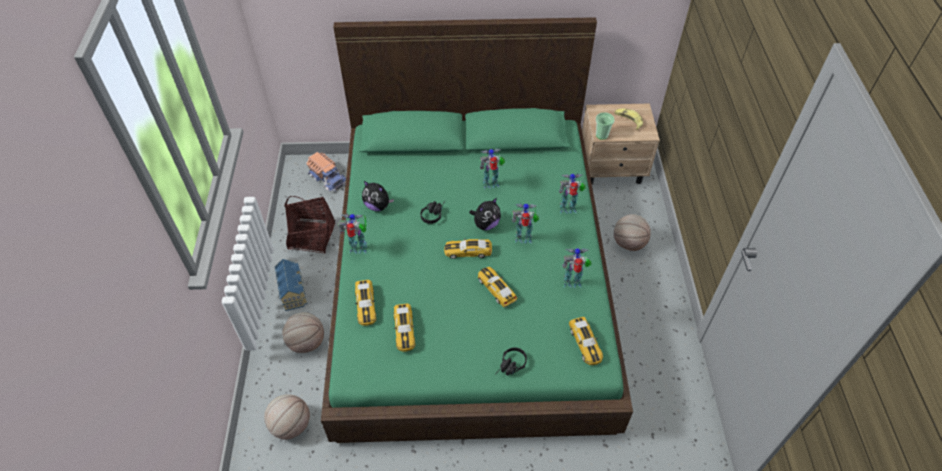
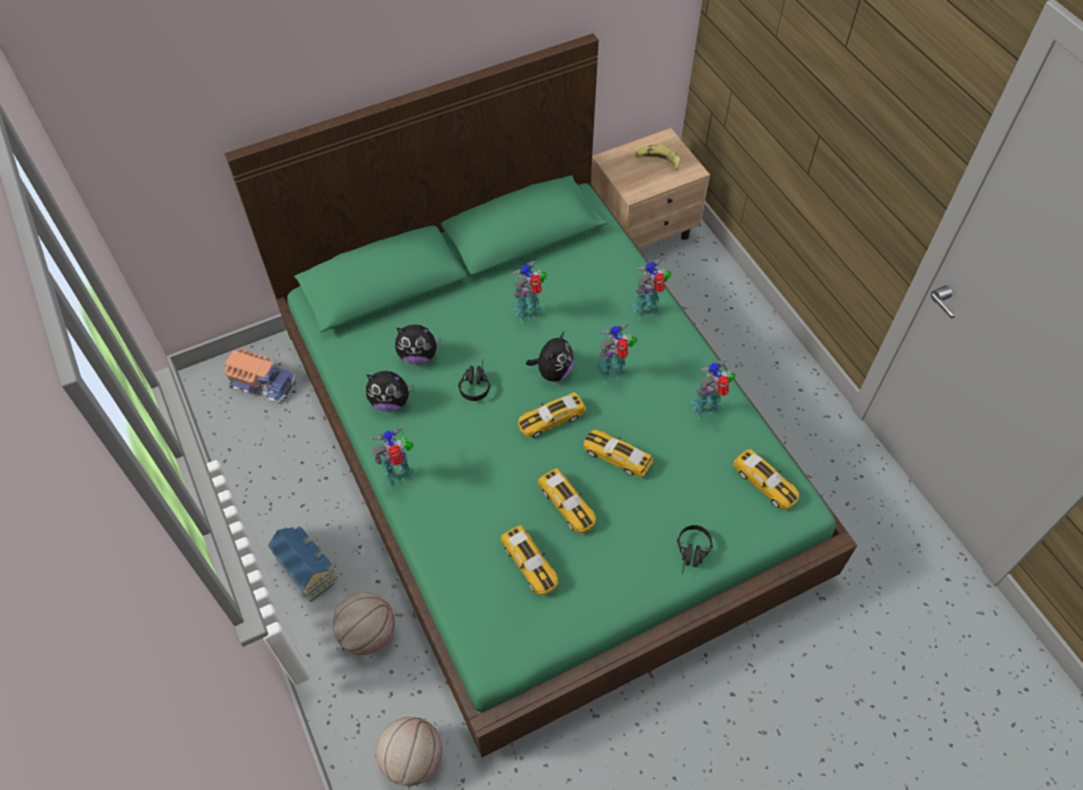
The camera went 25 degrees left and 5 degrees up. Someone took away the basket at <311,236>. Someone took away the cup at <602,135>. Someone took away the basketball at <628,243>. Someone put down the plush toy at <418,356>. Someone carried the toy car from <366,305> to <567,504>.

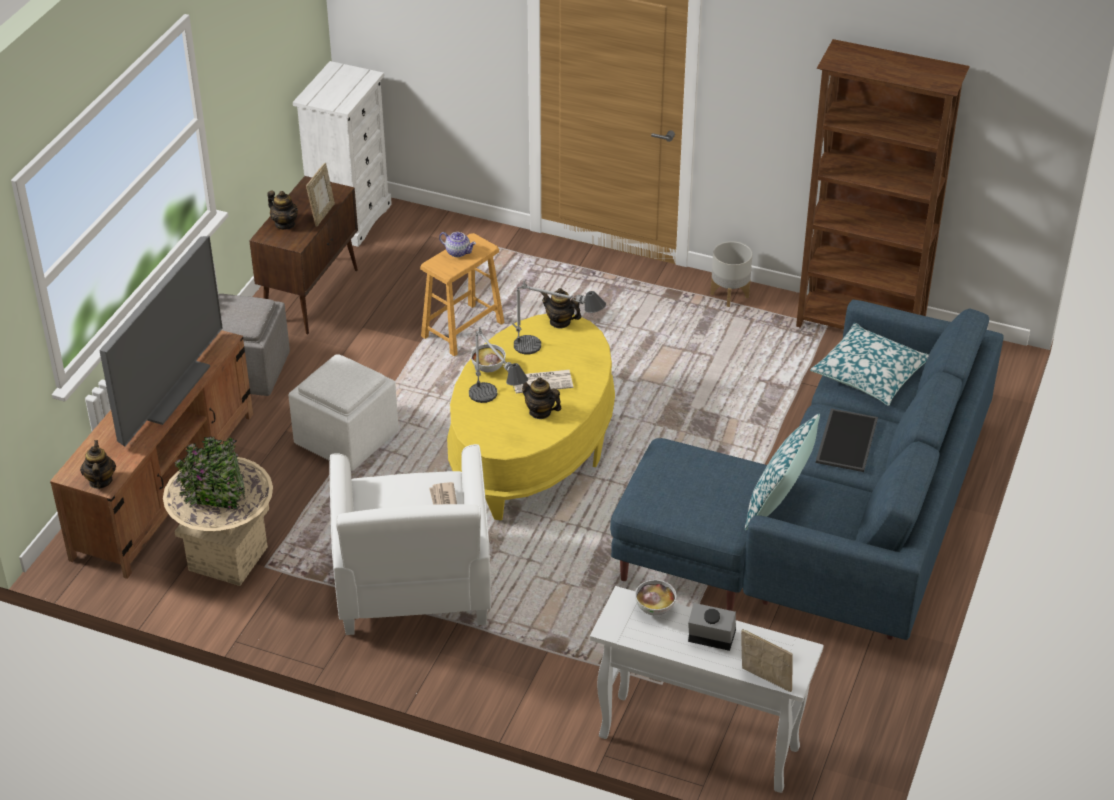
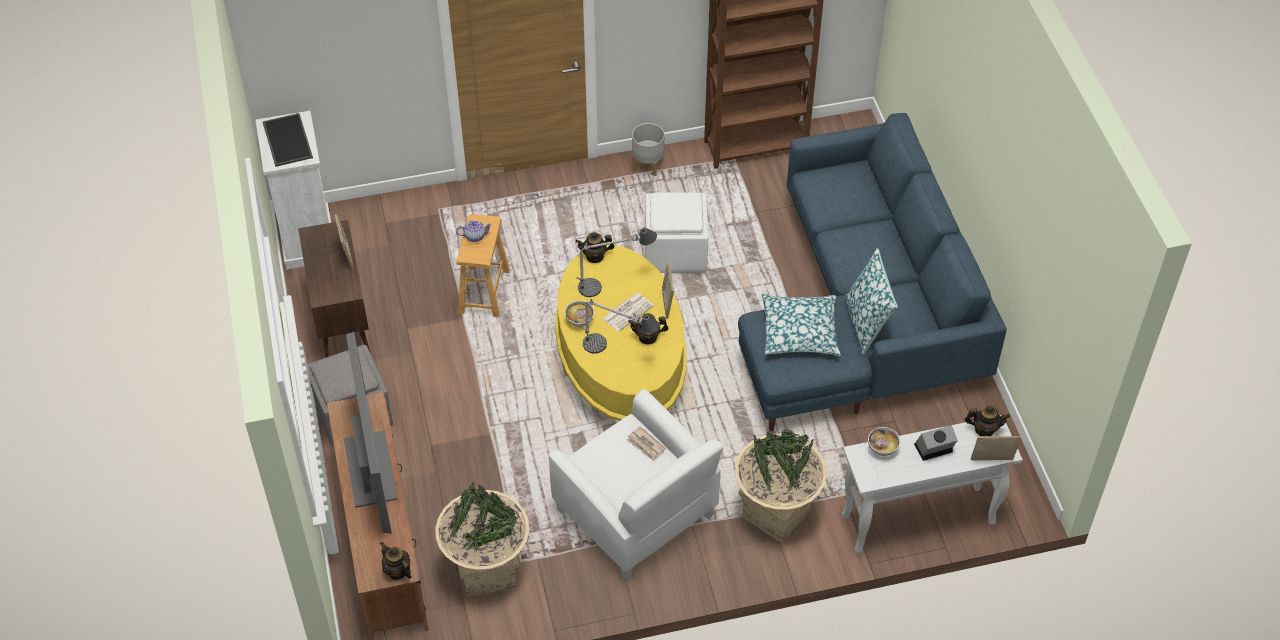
The camera went 35 degrees left and 10 degrees up. Someone put down the picture frame at <667,304>. Someone put down the planter (beige) at <776,514>. Someone carried the teapot from <285,224> to <984,429>. Someone carried the ottoman (white) from <347,438> to <676,251>. Someone carried the pillow from <869,374> to <799,332>. Someone carried the tray from <845,440> to <286,140>.

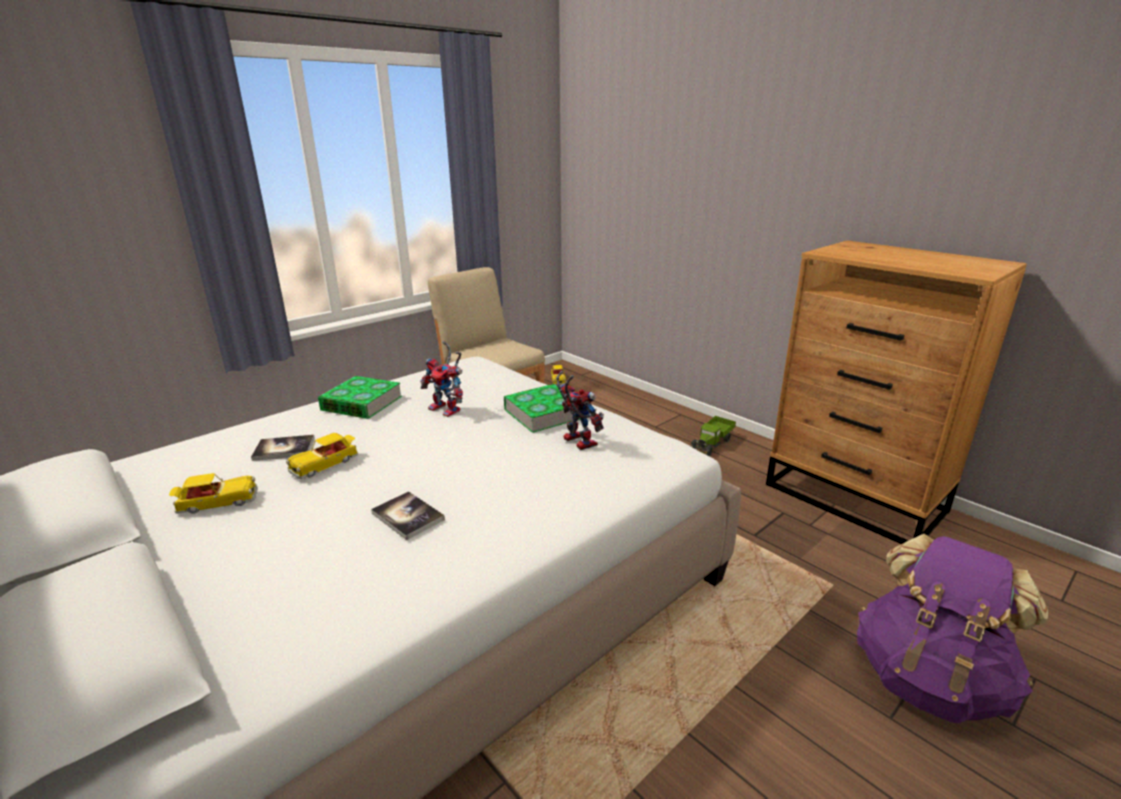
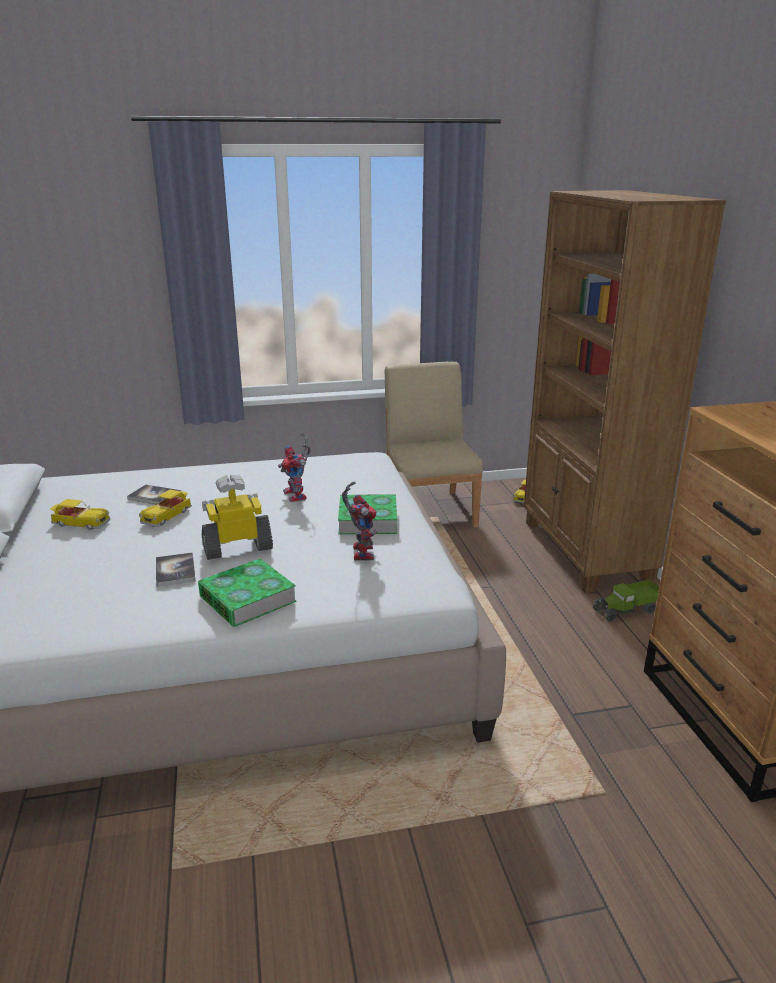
The camera went 30 degrees right and 0 degrees up. Someone took away the backpack (purple) at <929,679>. Someone put down the toy robot at <237,547>. Someone put down the bookcase (brown) at <585,552>. Someone carried the book from <362,403> to <247,599>. Someone rotated the toy car at <325,464> by 45 degrees counterclockwise.

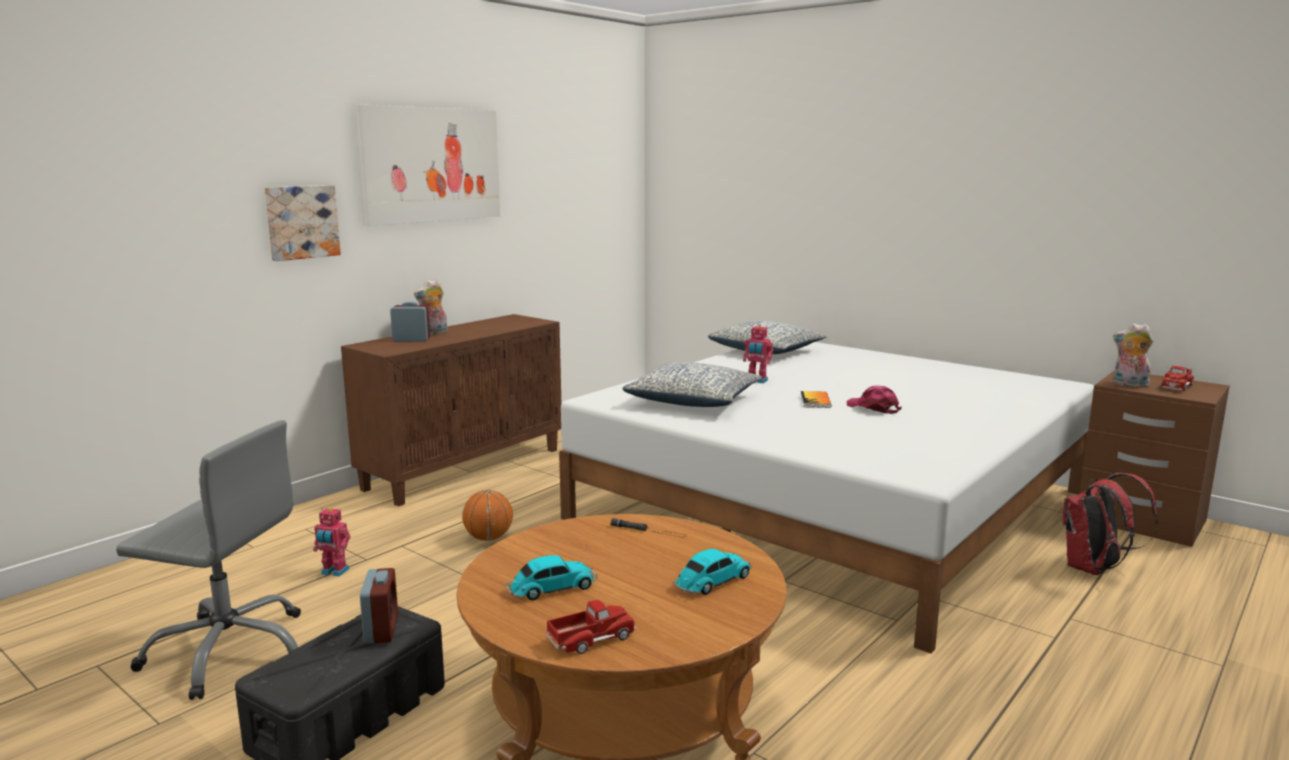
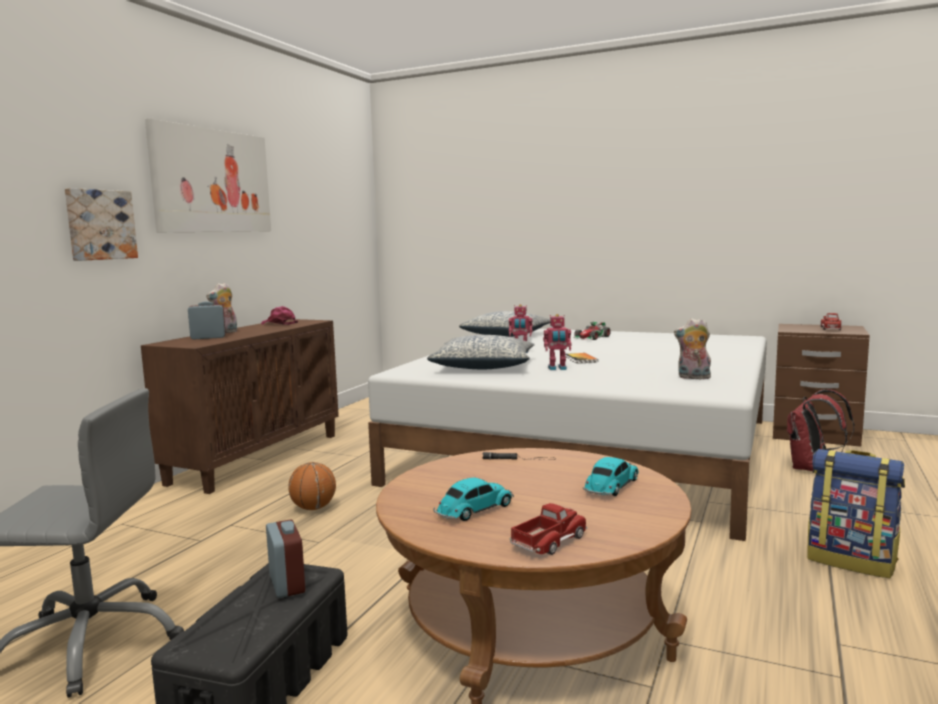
The camera went 15 degrees left and 5 degrees down. Someone put down the toy car at <591,337>. Someone put down the backpack at <852,560>. Someone carried the toy robot from <334,572> to <557,369>. Someone carried the cap (pink) from <873,408> to <279,323>. Someone carried the plush toy from <1129,385> to <693,378>.

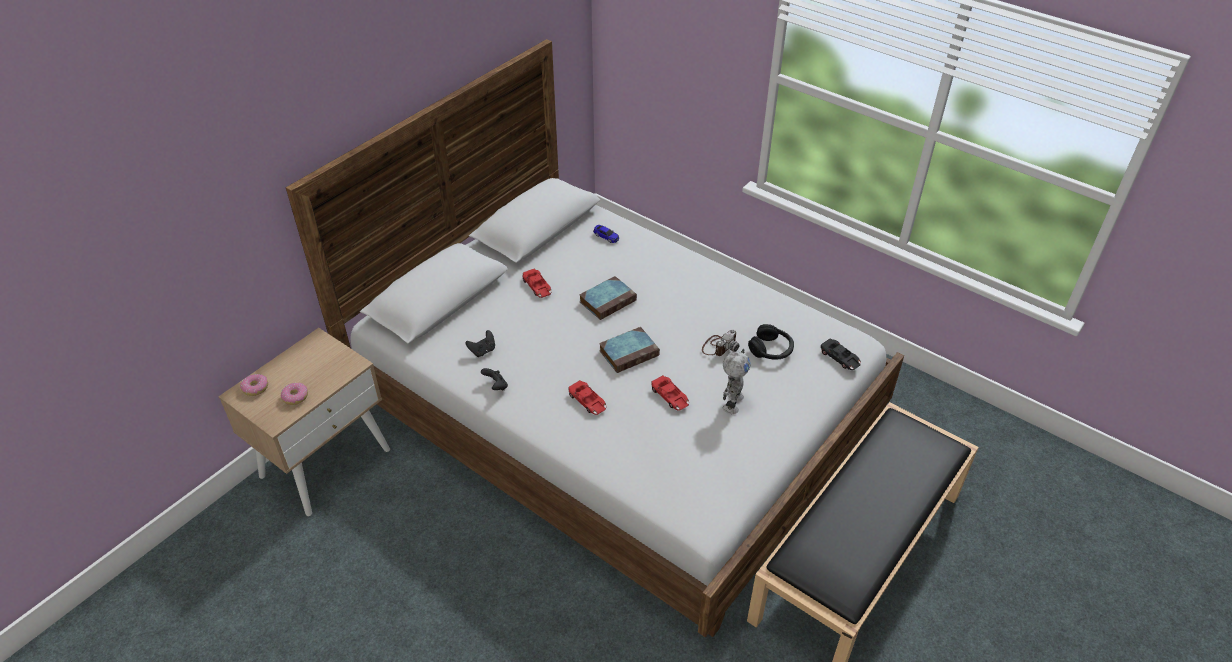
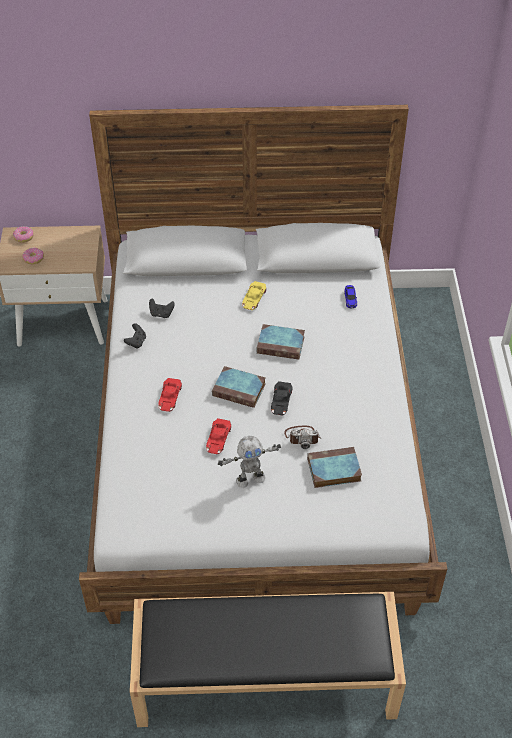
The camera went 50 degrees right and 5 degrees up. Someone carried the toy car (black) from <840,358> to <281,401>. Someone swapped the headphones (black) at <771,349> for the book at <333,470>. Someone repainted the toy car (red) at <537,286>, which became the toy car (yellow) at <253,298>.

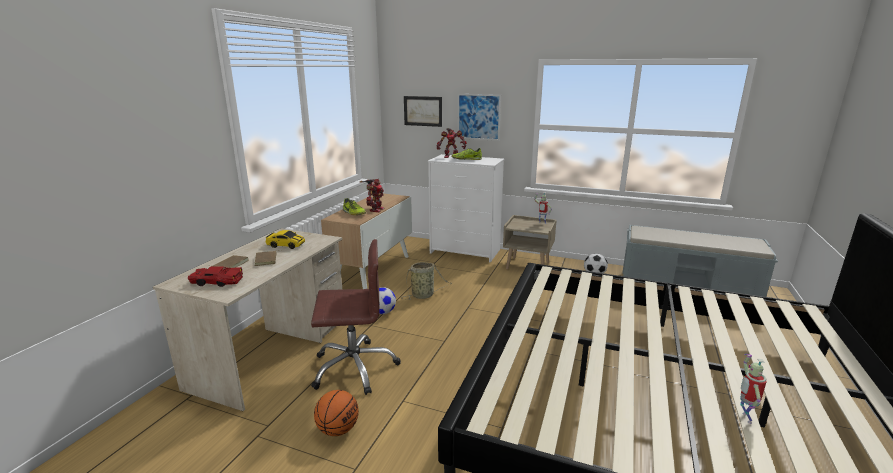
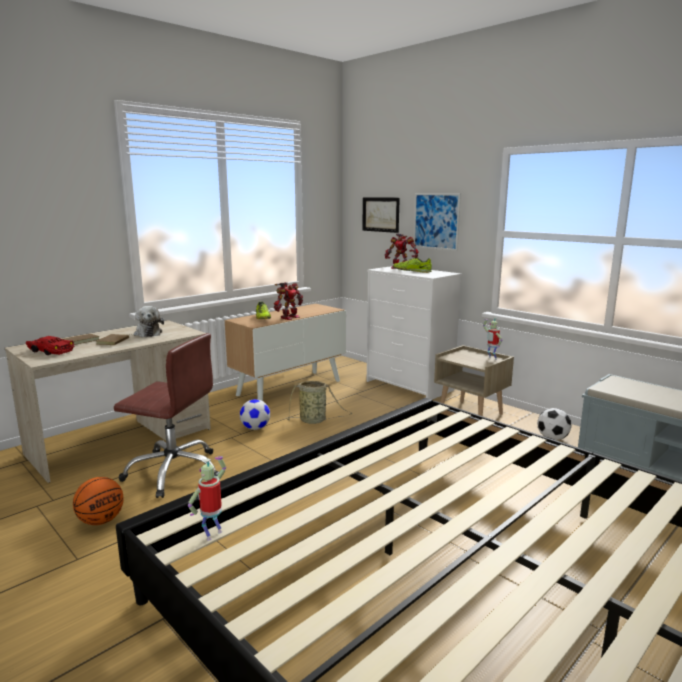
The camera went 25 degrees right and 5 degrees down. Someone carried the toy robot from <744,417> to <212,534>. Someone swapped the toy car at <286,245> for the plush toy at <148,333>.

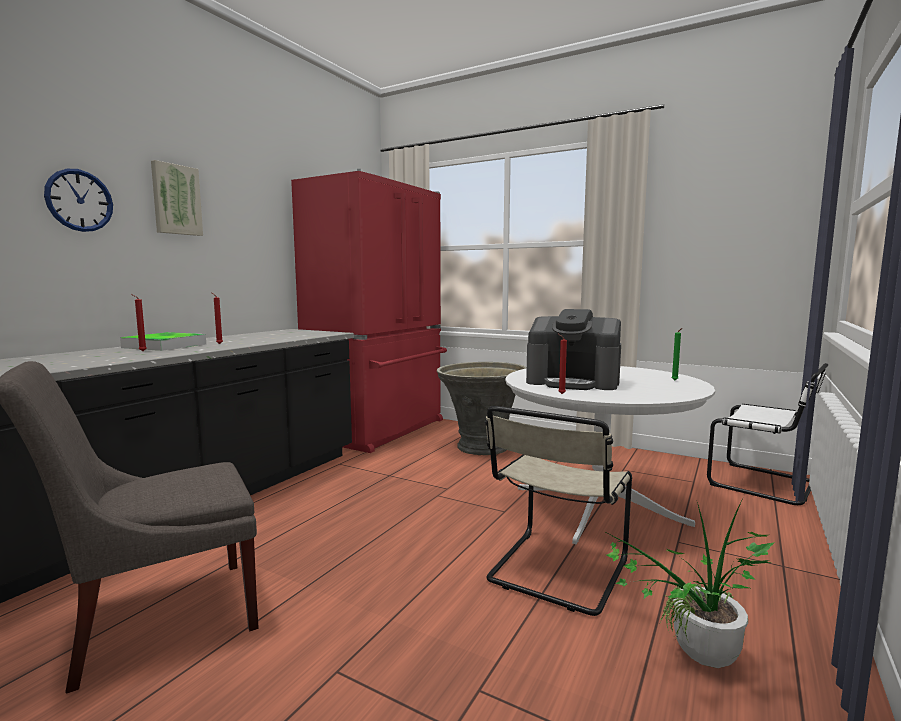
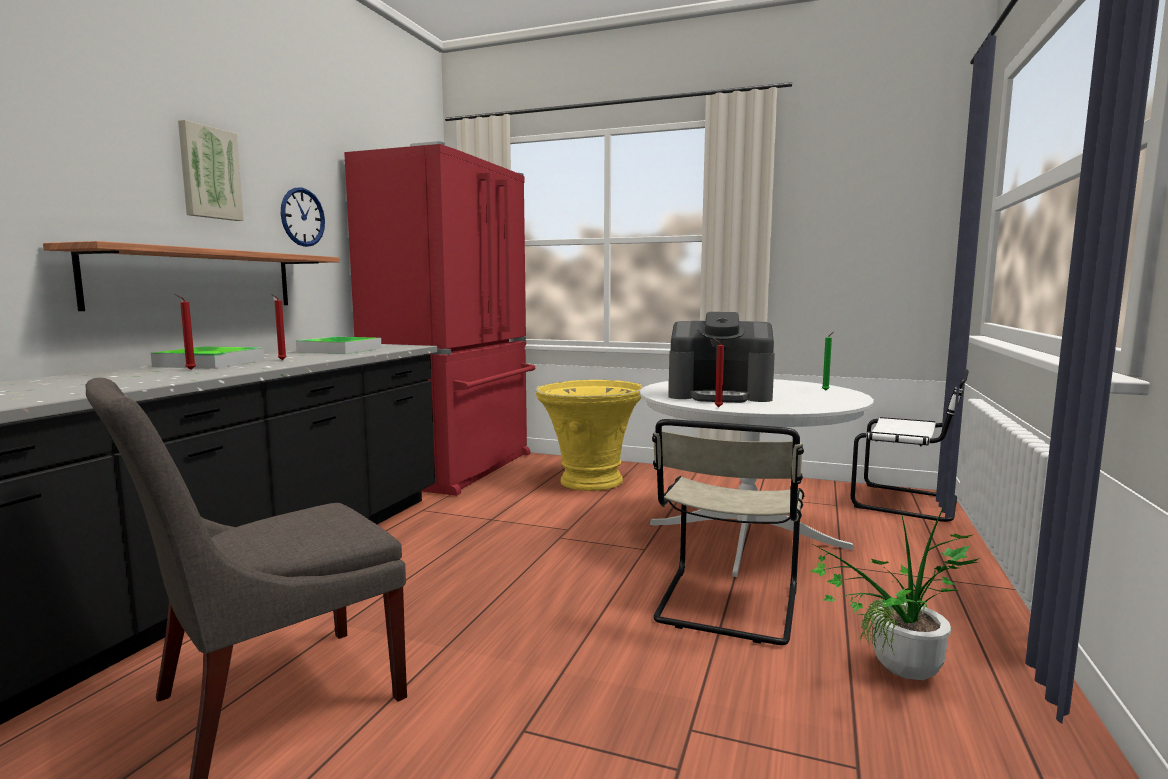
The camera went 10 degrees left and 0 degrees up. Someone put up the shelf at <197,280>. Someone put down the tray at <340,350>. Someone carried the wall clock from <79,200> to <302,217>. Someone repainted the planter (grey) at <481,447>, which became the planter (yellow) at <589,482>.

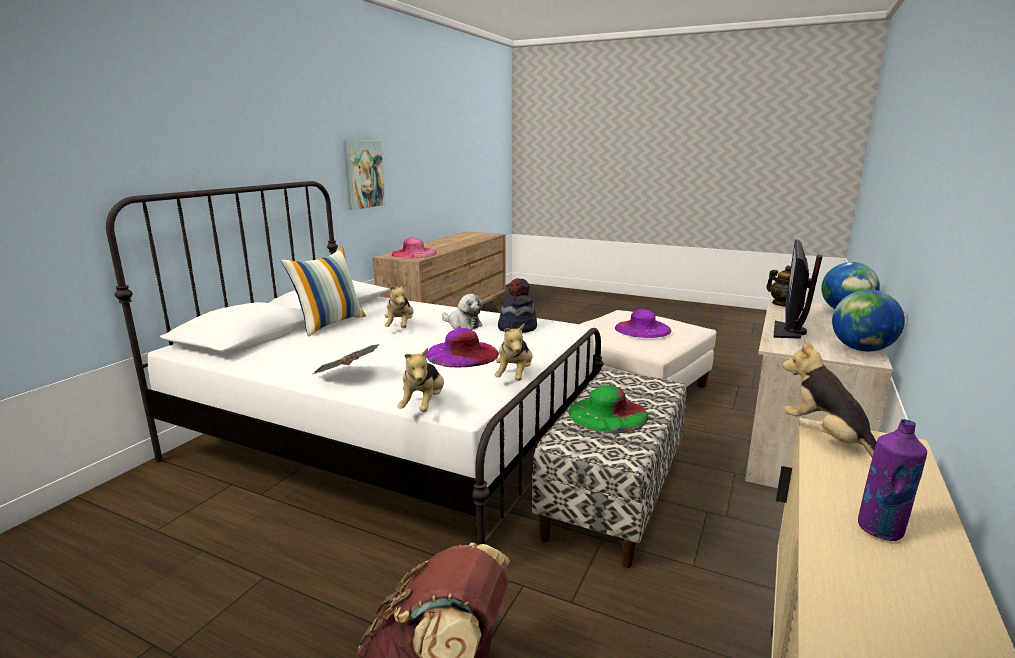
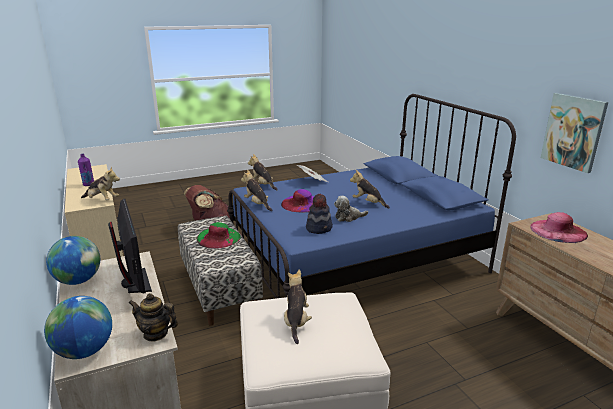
The camera went 130 degrees right and 5 degrees up. Someone took away the pillow at <330,324>. Someone swapped the hat (purple) at <642,329> for the plush toy at <296,322>. Someone repainted the bed (white) at <391,438>, which became the bed (blue) at <354,257>.

